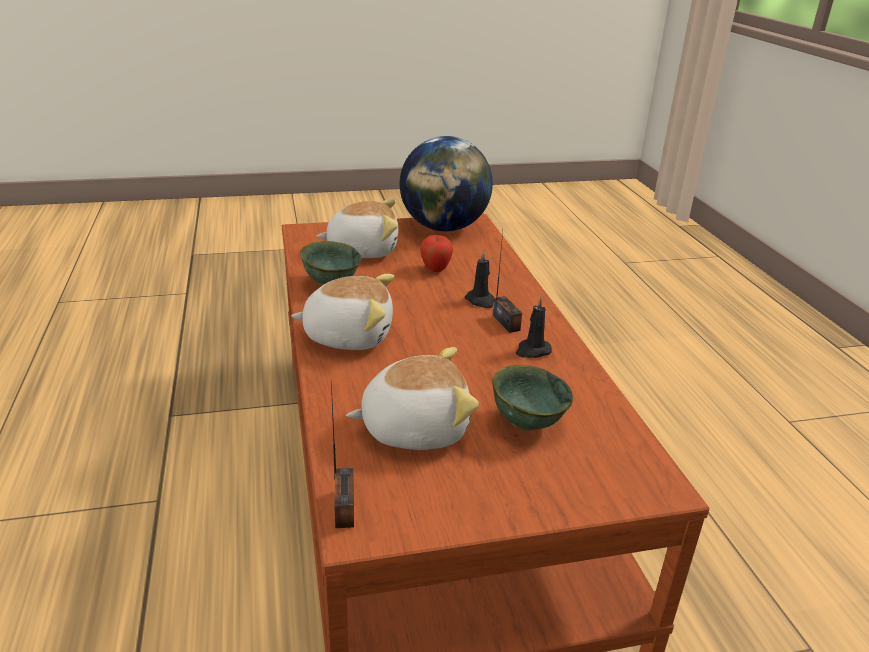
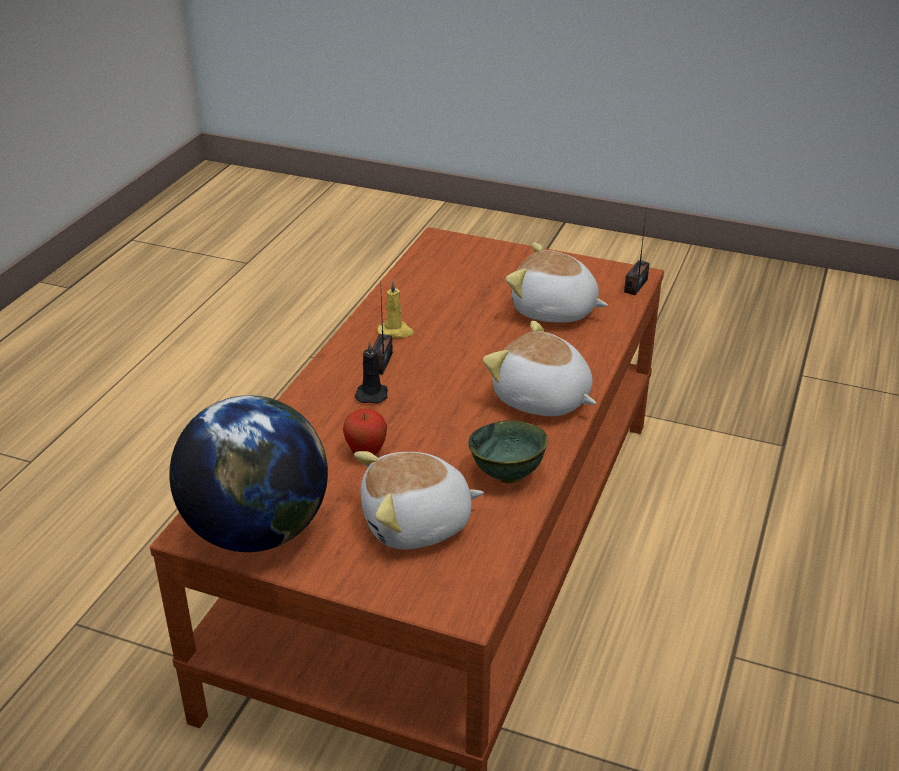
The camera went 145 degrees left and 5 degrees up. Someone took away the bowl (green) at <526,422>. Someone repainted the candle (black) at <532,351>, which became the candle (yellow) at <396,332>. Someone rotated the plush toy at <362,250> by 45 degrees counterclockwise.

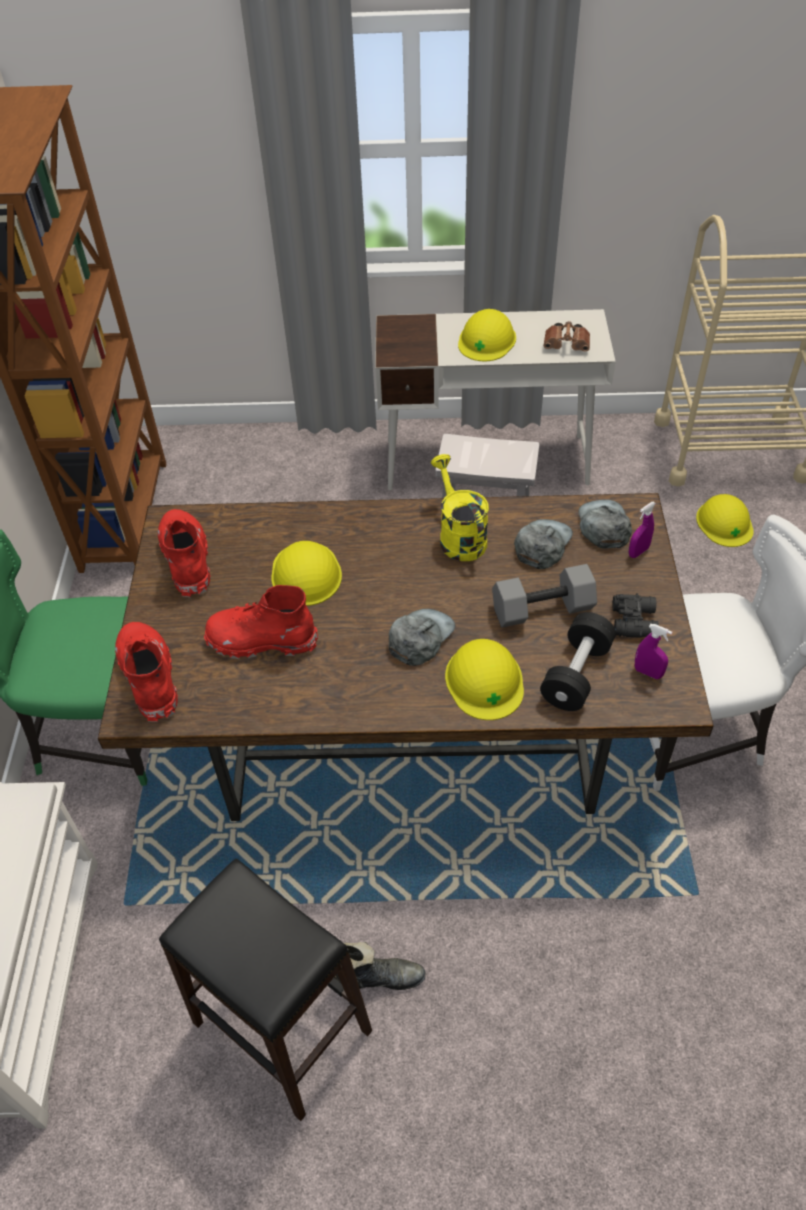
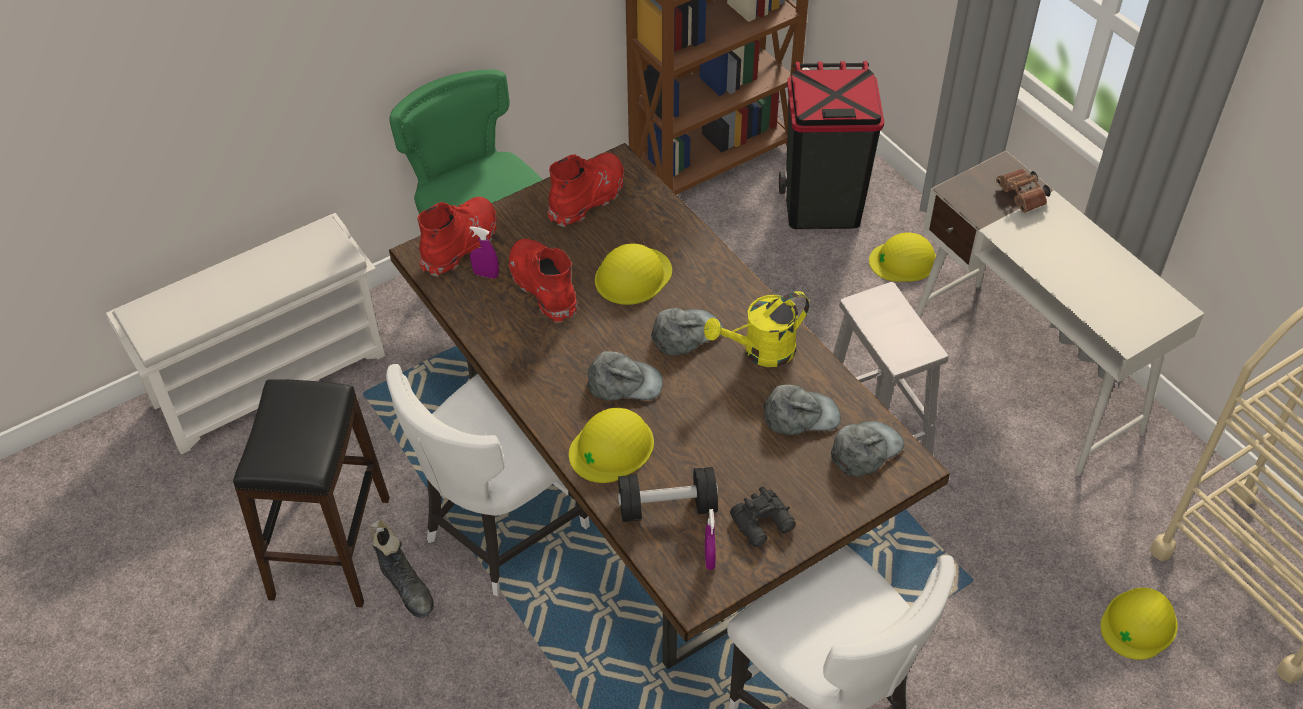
The camera went 55 degrees right and 0 degrees up. Someone took away the dumbbell (grey) at <542,610>. Someone put down the chair (white) at <501,531>. Someone put down the cap (grey) at <686,333>. Someone put down the trash can (black) at <822,206>. Someone carried the hard hat (yellow) from <487,340> to <903,261>. Someone carried the binoculars (brown) from <567,345> to <1023,198>. Someone carried the spray bottle (purple) from <638,552> to <486,274>. Someone rotated the watering can (yellow) at <459,536> by 150 degrees counterclockwise.

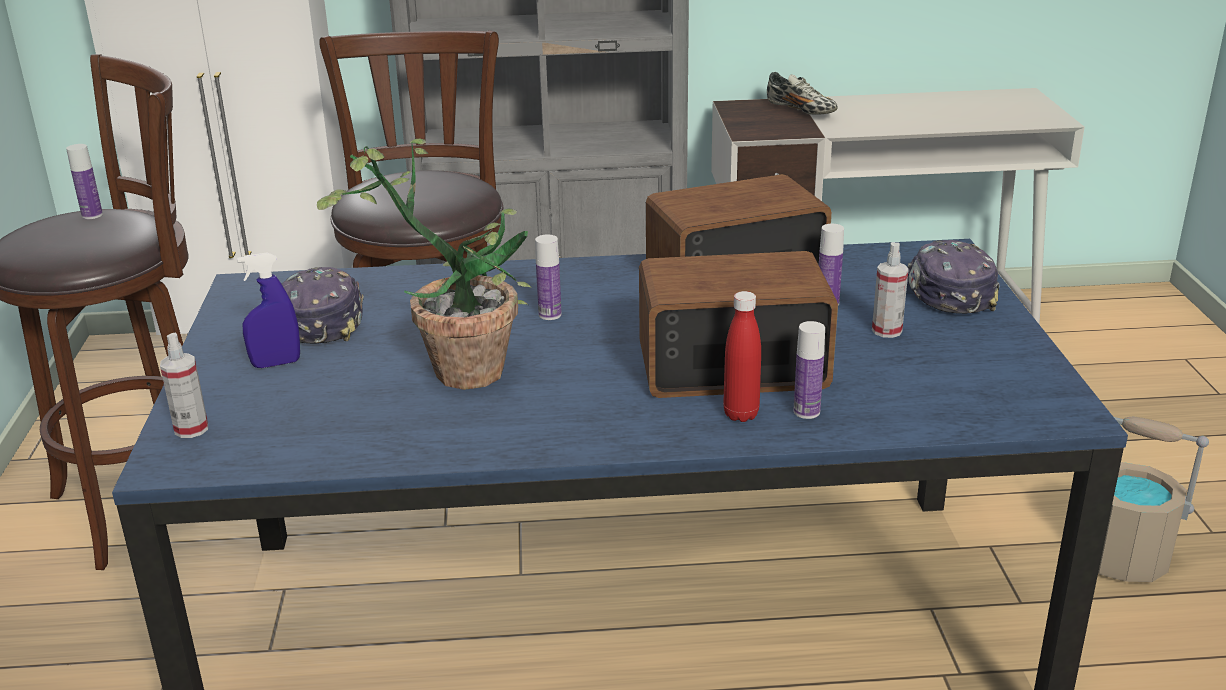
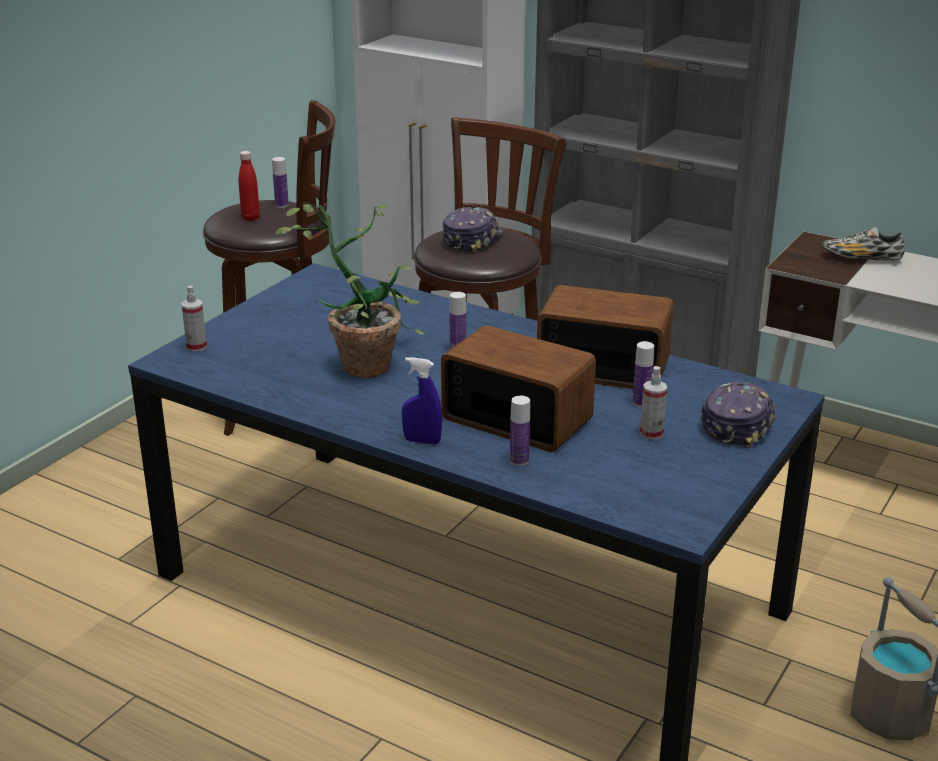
The camera went 35 degrees right and 0 degrees up. Someone carried the spray bottle (blue) from <276,363> to <422,441>. Someone carried the cap from <321,321> to <472,239>. Someone carried the bottle (red) from <741,414> to <250,218>. Someone rotated the shoe at <801,111> by 105 degrees clockwise.

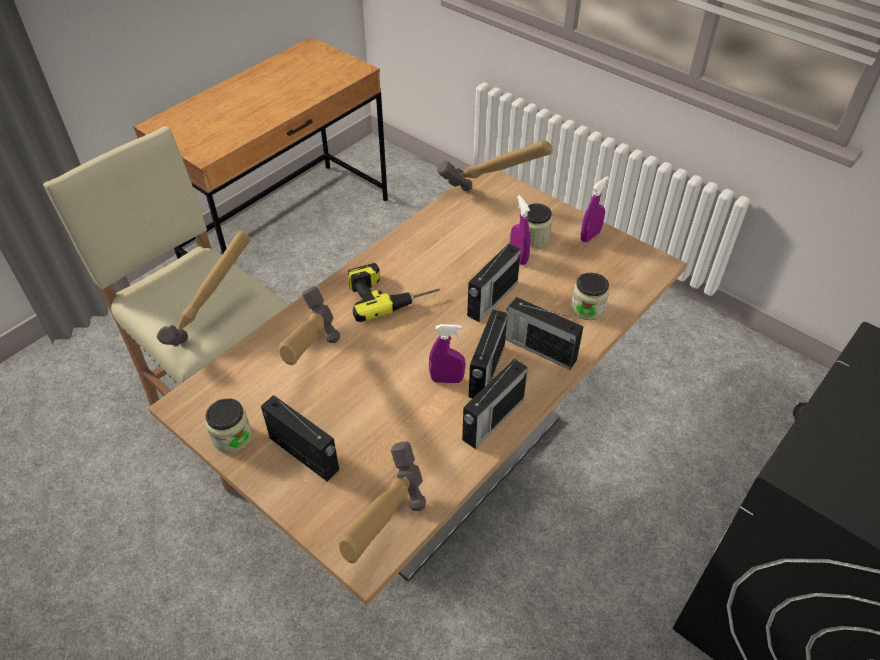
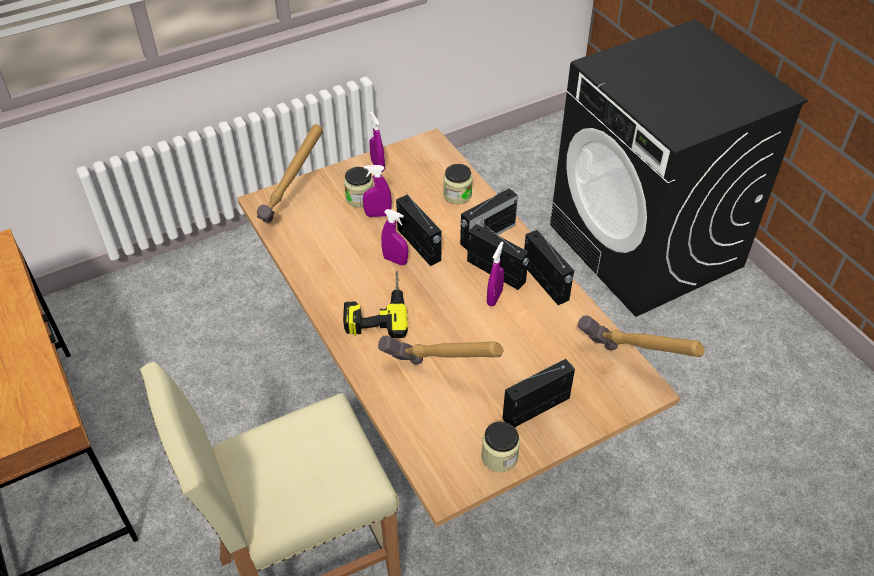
The camera went 70 degrees left and 0 degrees up. Someone took away the hammer at <218,330>. Someone put down the spray bottle (purple) at <395,260>.

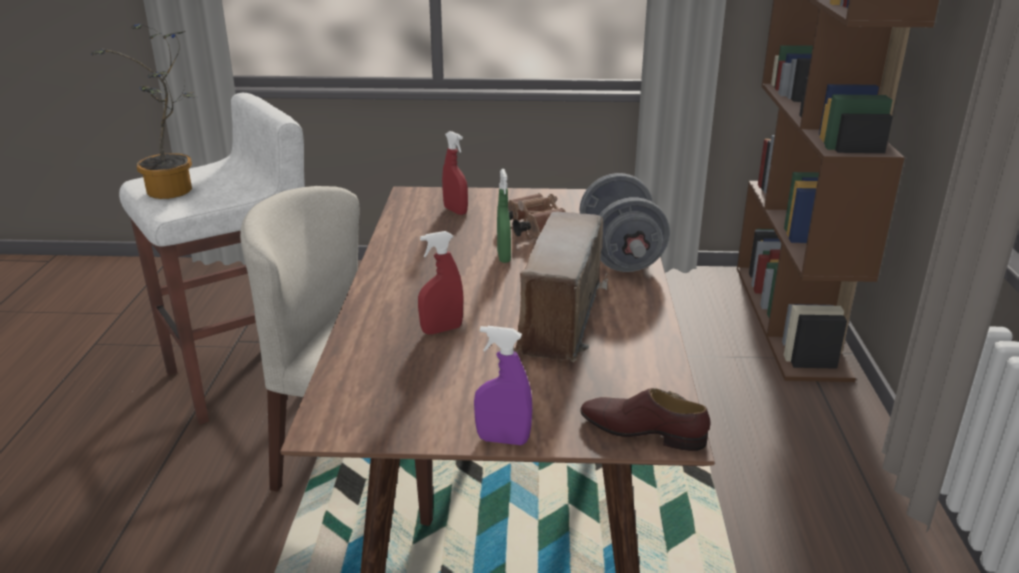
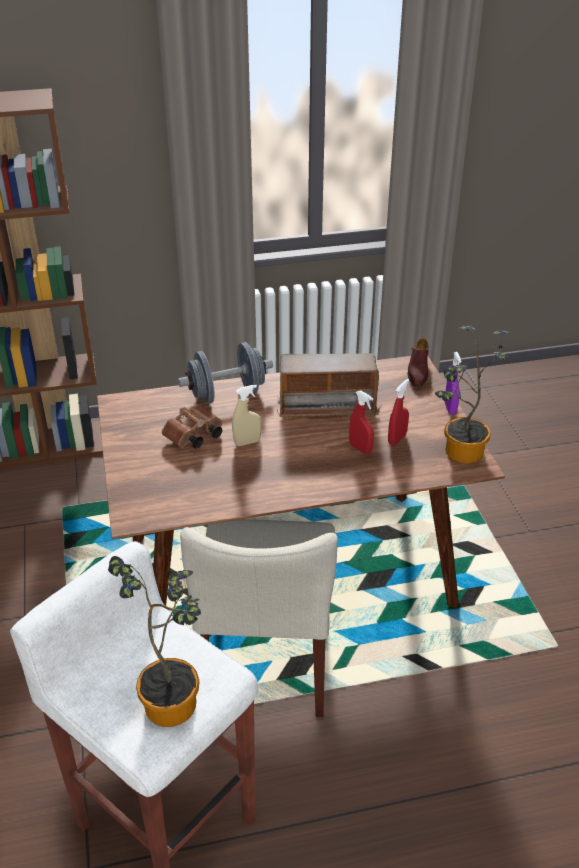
The camera went 105 degrees left and 10 degrees up. Someone put down the potted plant at <459,454>. Someone carried the spray bottle (red) from <455,211> to <397,439>. Someone repainted the spray bottle (green) at <503,257>, which became the spray bottle (beige) at <247,442>.

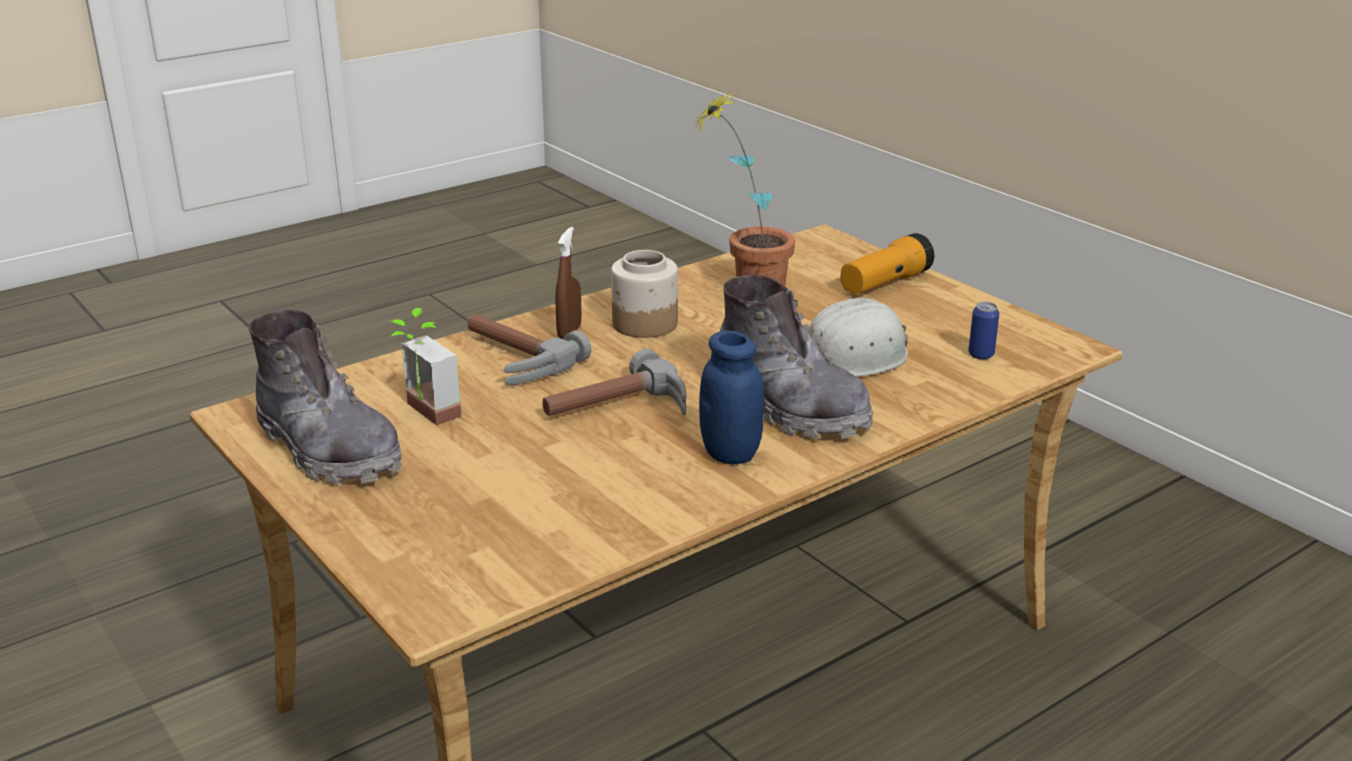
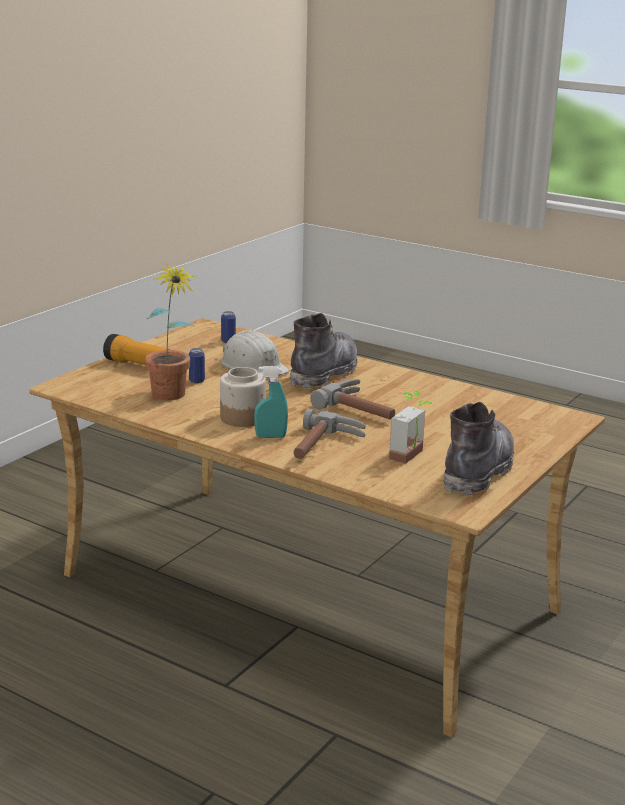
The camera went 110 degrees left and 5 degrees down. Someone took away the jar (blue) at <730,453>. Someone put down the can at <197,381>. Someone repainted the spray bottle (brown) at <569,332>, which became the spray bottle (turquoise) at <270,436>.

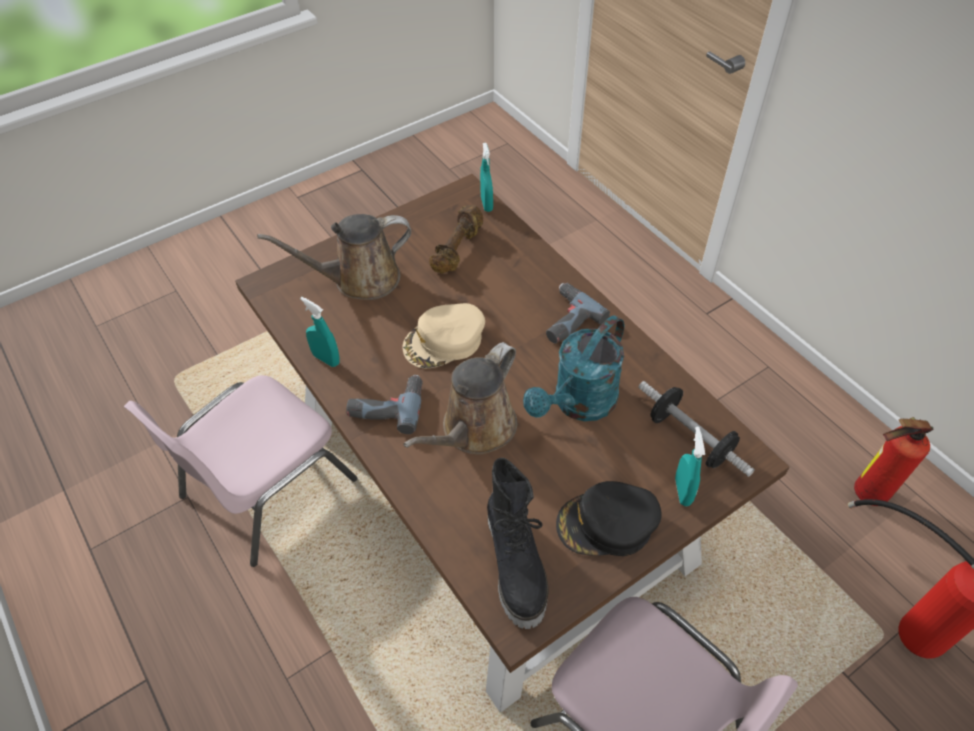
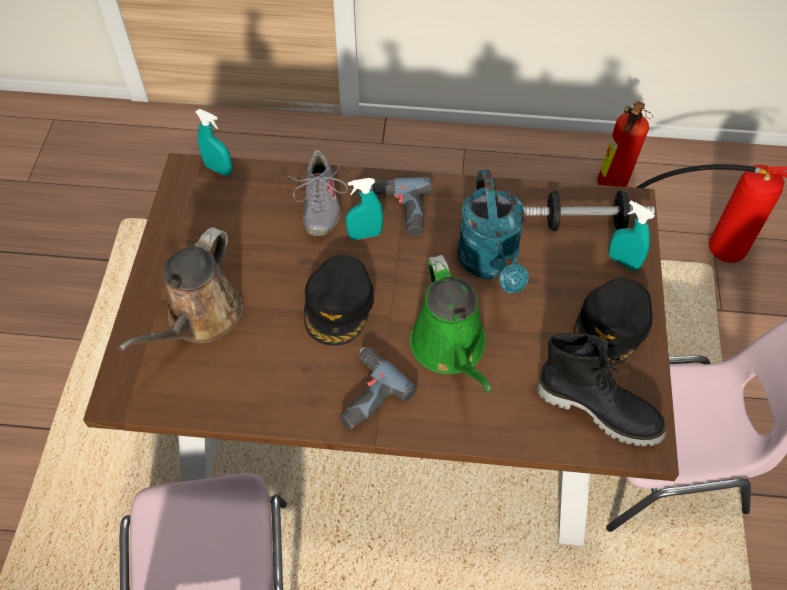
The camera went 50 degrees left and 5 degrees up. Someone took away the dumbbell (brown) at <458,249>. Someone put down the shoe (grey) at <319,204>. Someone carried the spray bottle (turquoise) from <326,359> to <365,235>. Someone repainted the cap (beige) at <444,341>, which became the cap (black) at <339,305>. Someone repainted the watering can (brown) at <474,430>, which became the watering can (green) at <450,349>.

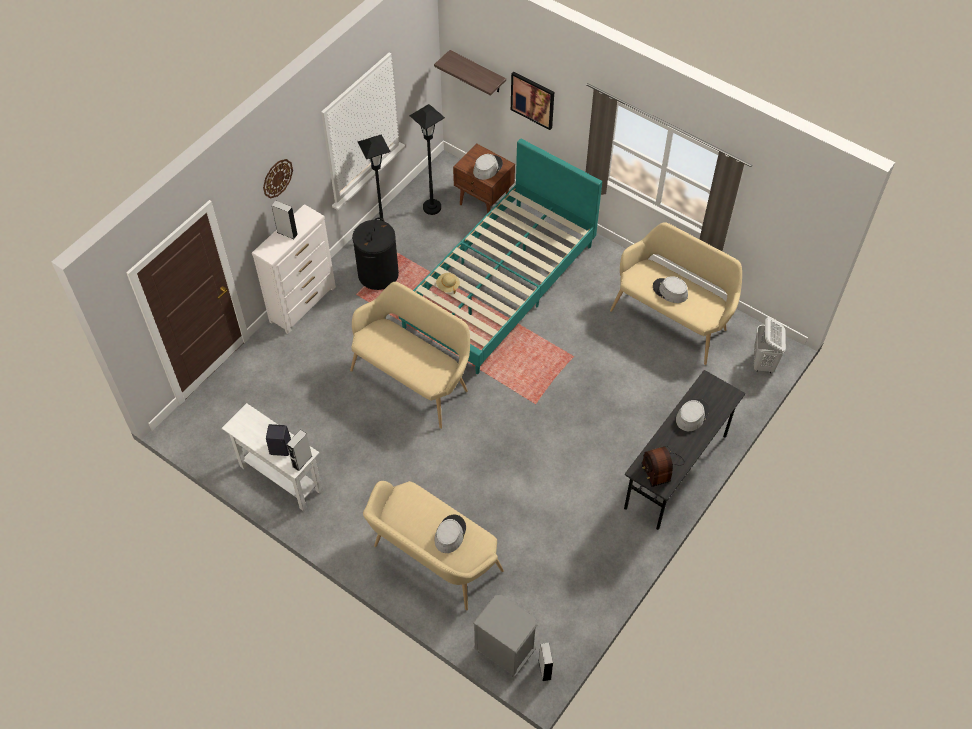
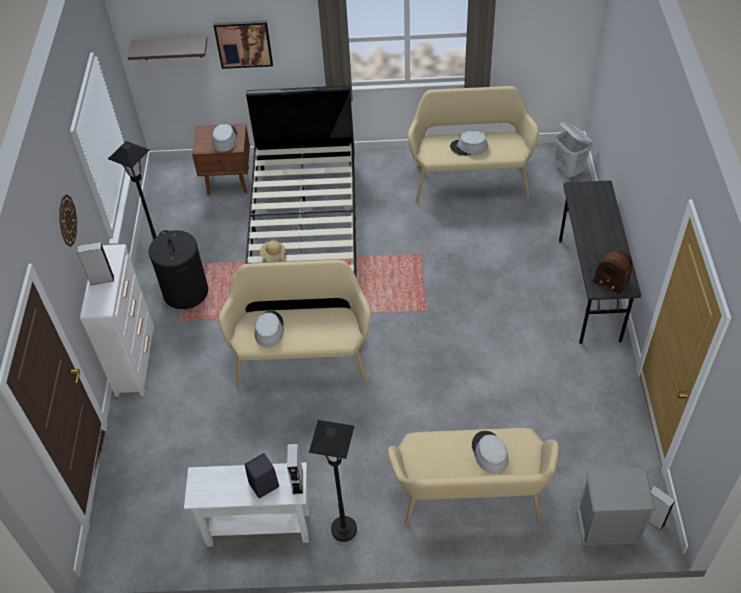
The camera went 35 degrees left and 5 degrees down. Someone carried the floor lamp (black) from <432,207> to <344,529>. Someone carried the hat (grey) from <692,415> to <269,329>. Someone repainted the bed (turquoise) at <499,285>, which became the bed (black) at <305,237>.

